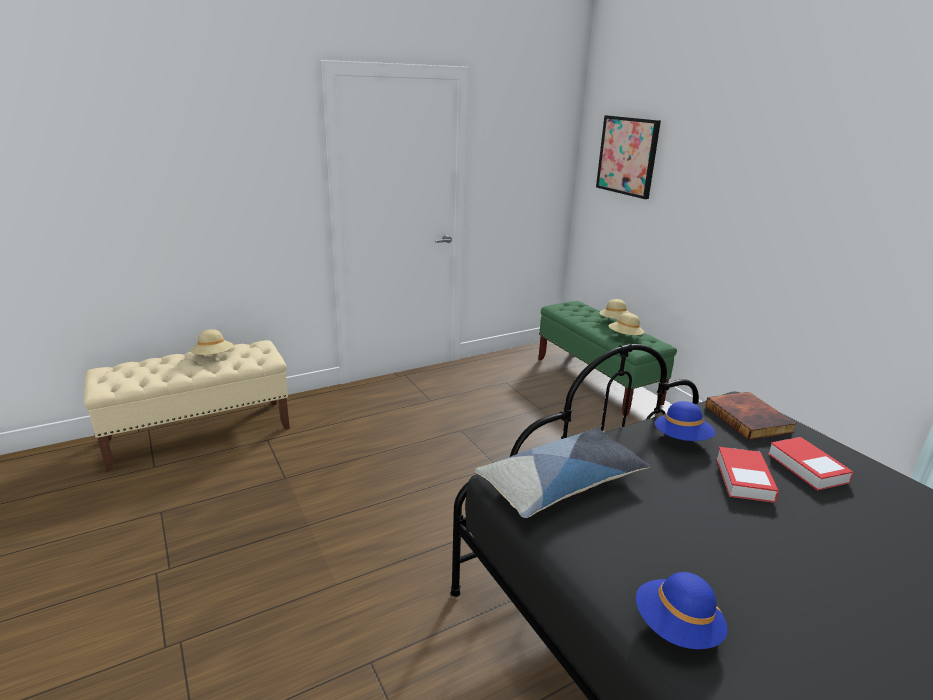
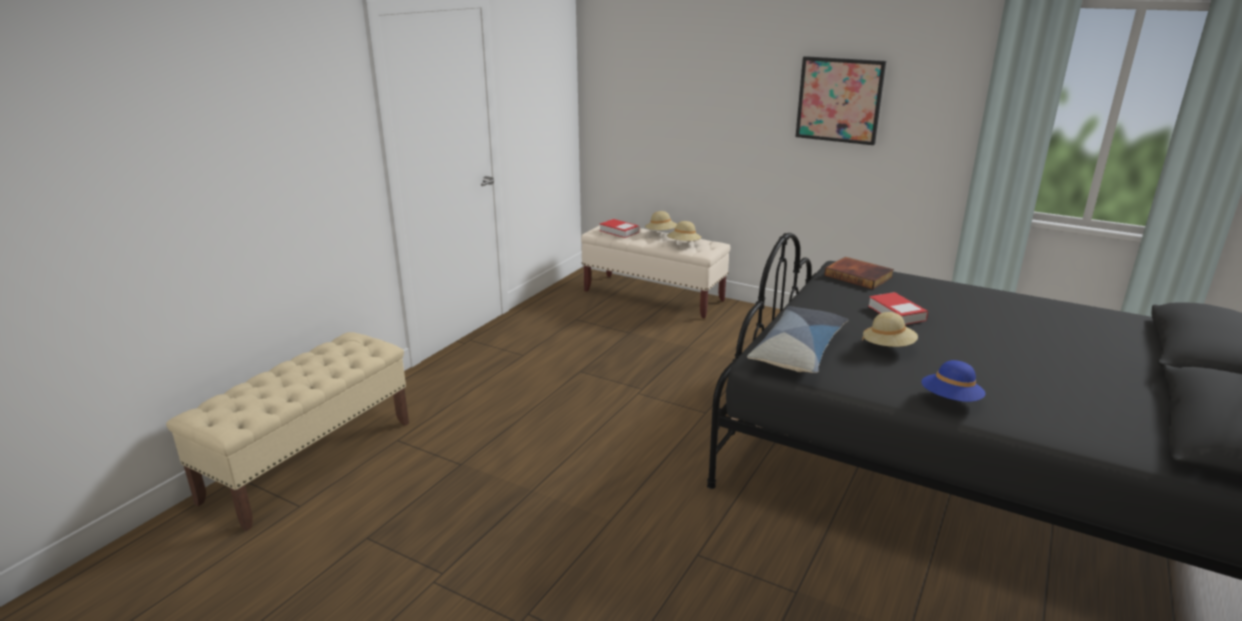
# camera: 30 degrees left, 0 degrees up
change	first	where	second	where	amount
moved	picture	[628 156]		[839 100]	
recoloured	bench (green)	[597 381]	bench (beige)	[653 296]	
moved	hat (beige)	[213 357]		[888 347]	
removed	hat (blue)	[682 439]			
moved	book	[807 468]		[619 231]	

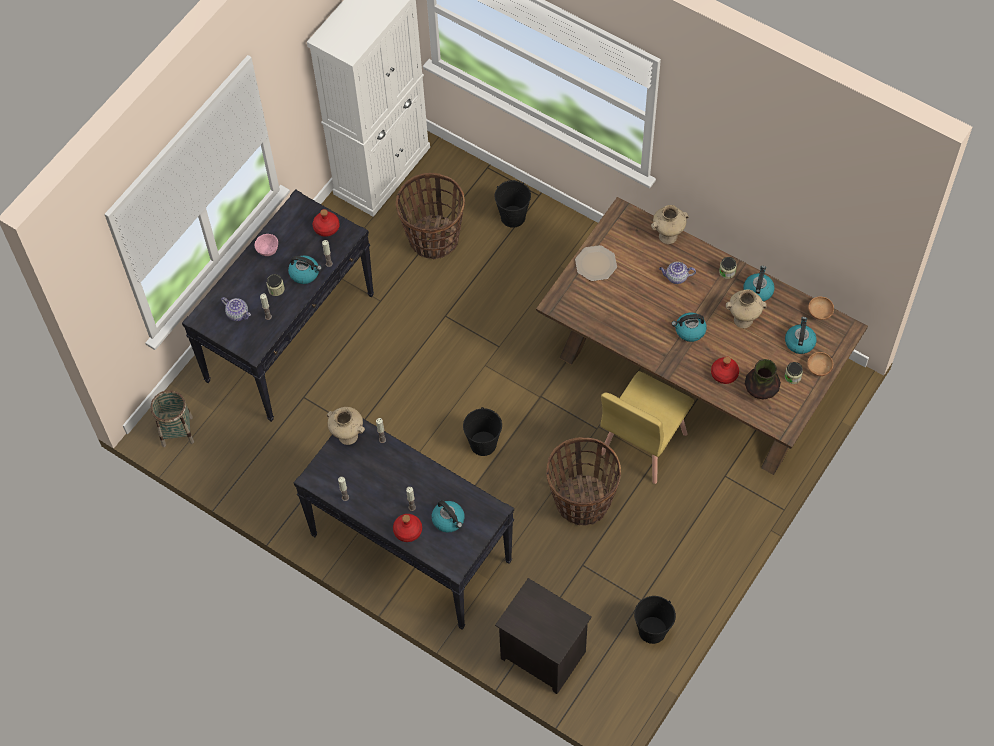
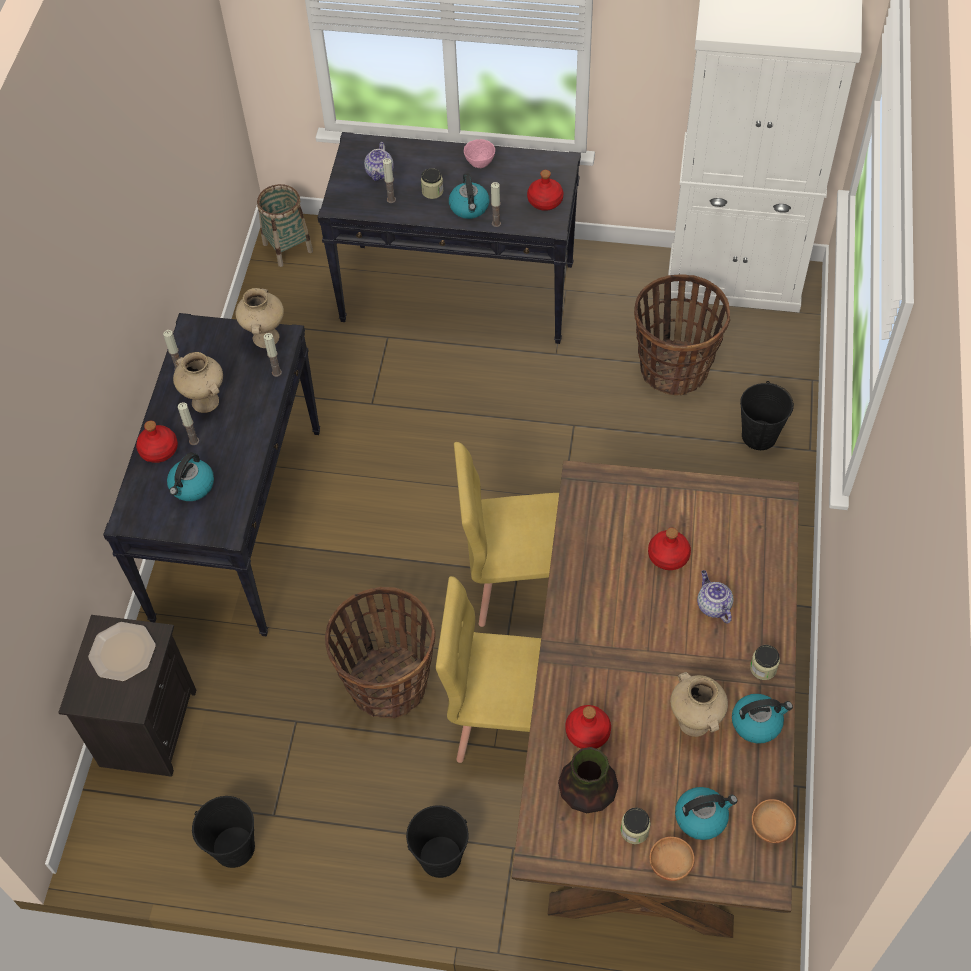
# camera: 65 degrees right, 5 degrees down
change	first	where	second	where	amount
moved	vase (beige)	[668 235]		[206 401]	
moved	plate	[595 264]		[122 651]	
removed	kettle	[689 331]			
moved	bucket (black)	[483 444]		[440 857]	
added			chair (yellow)	[519 582]	
added			bottle (red)	[668 556]	

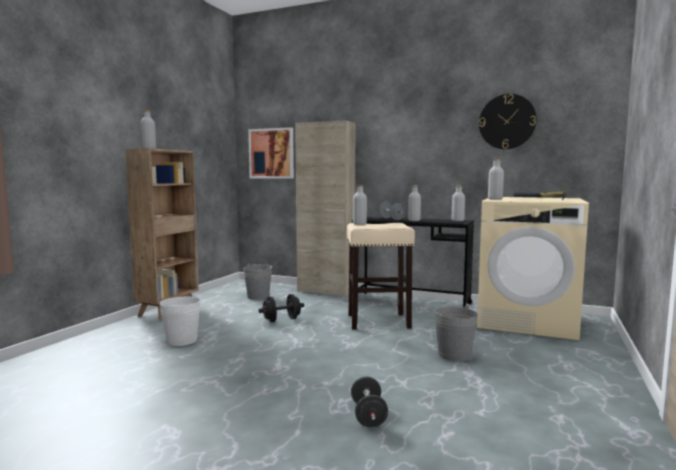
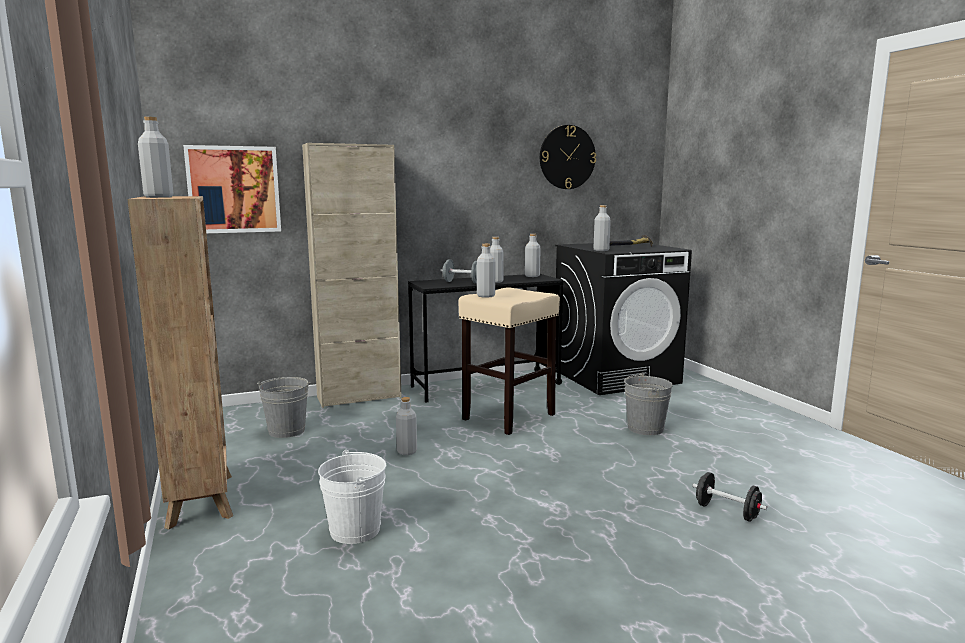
# camera: 45 degrees left, 5 degrees up
change	first	where	second	where	amount
recoloured	washing machine (beige)	[527 321]	washing machine (black)	[616 376]	
replaced	dumbbell (black)	[282 320]	bottle (grey)	[407 451]	

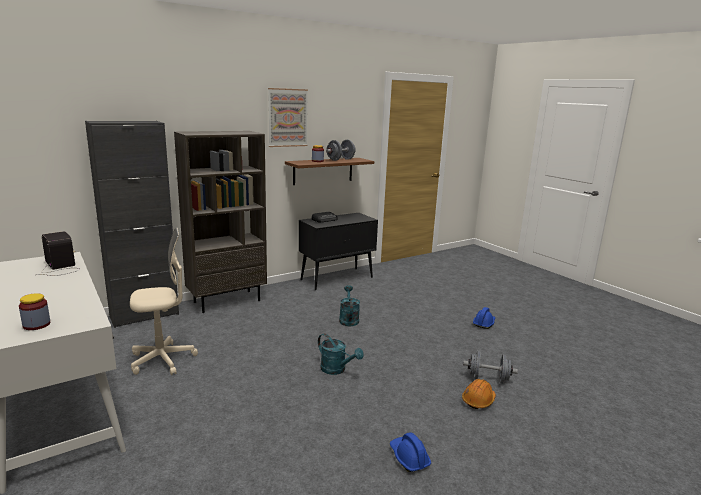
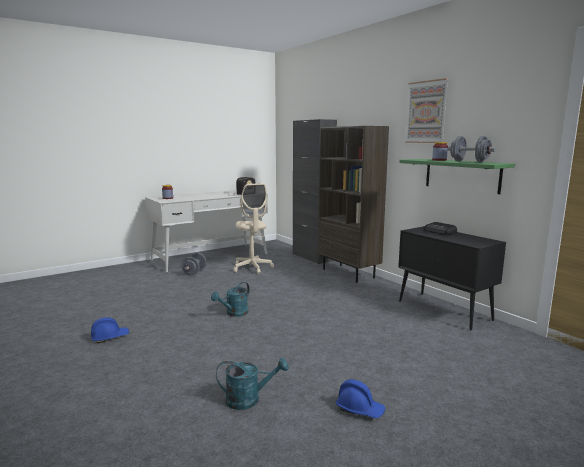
# camera: 90 degrees right, 5 degrees down
change	first	where	second	where	amount
recoloured	shelf (brown)	[323 171]	shelf (green)	[461 175]	
moved	watering can (turquoise)	[348 319]		[249 399]	
moved	dumbbell (grey)	[488 379]		[194 272]	
removed	hard hat (orange)	[478 400]			

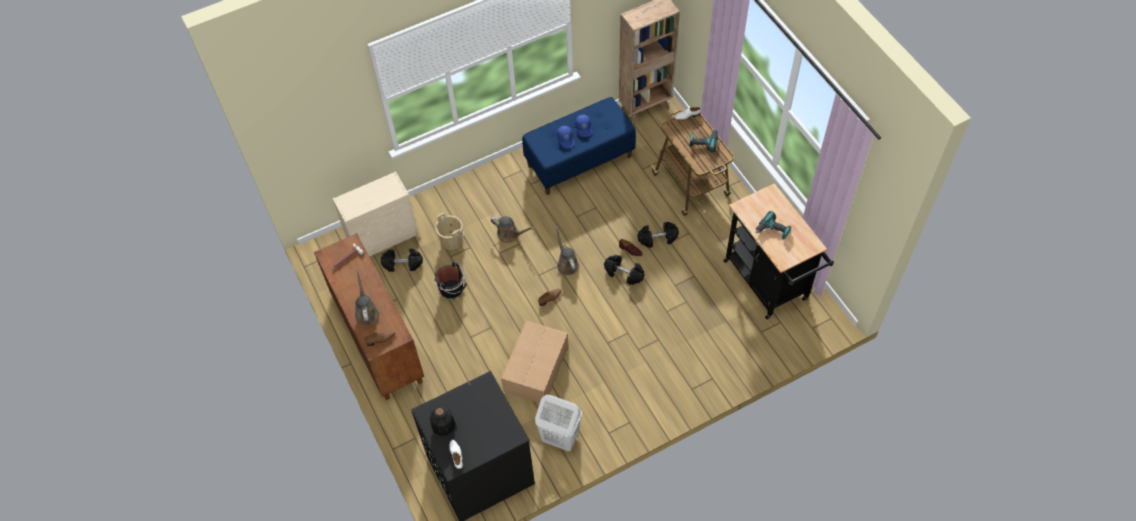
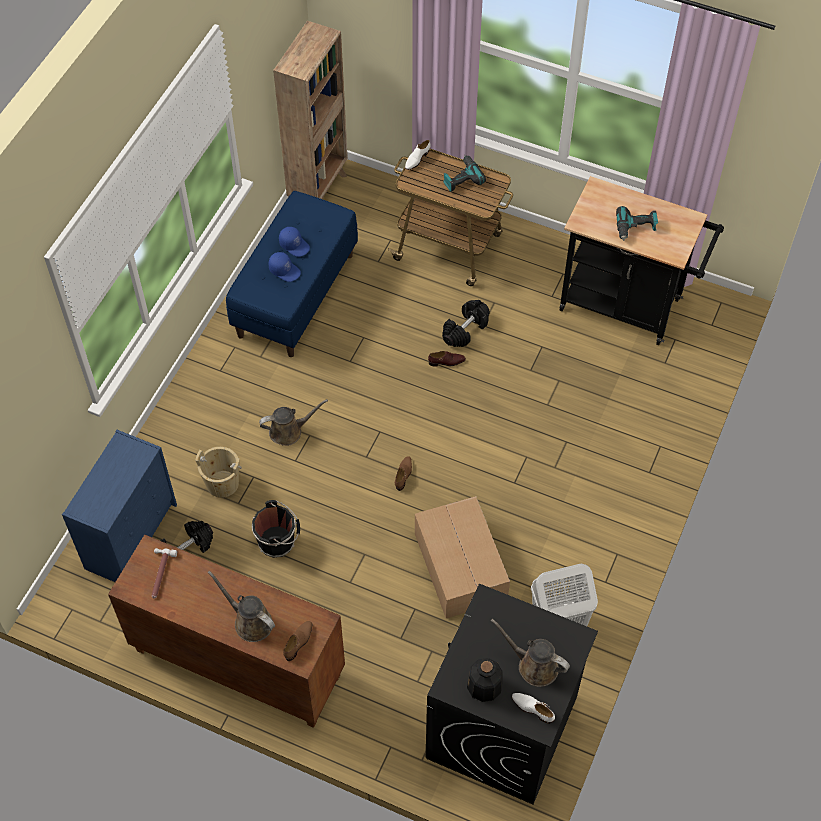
# camera: 40 degrees left, 0 degrees up
change	first	where	second	where	amount
recoloured	dresser (beige)	[384 238]	dresser (blue)	[132 535]	
moved	watering can (brown)	[566 263]		[534 665]	
removed	dumbbell (black)	[623 274]			

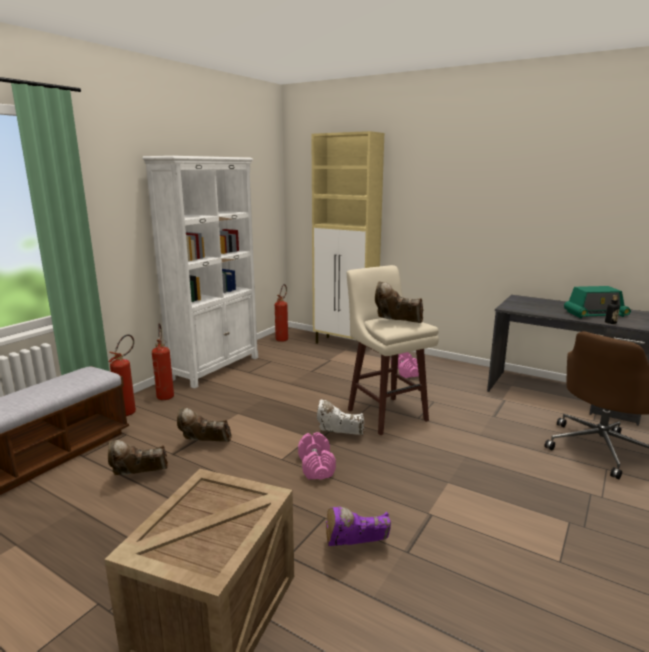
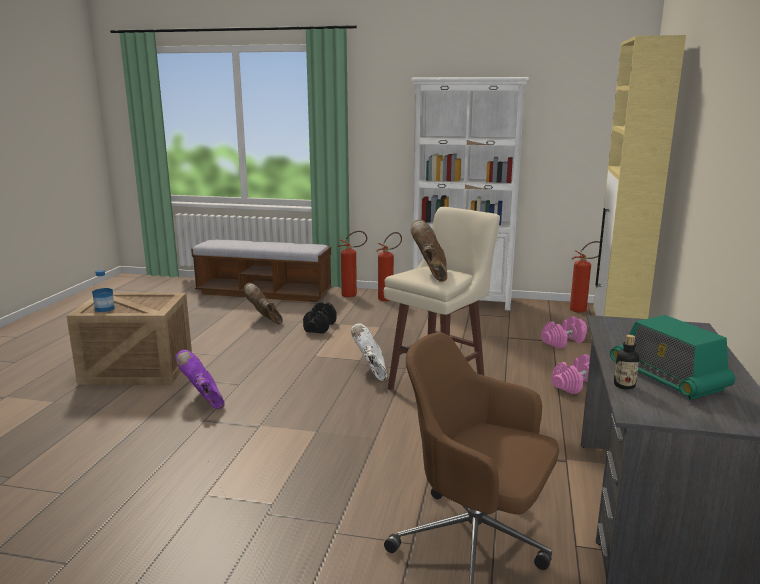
# camera: 70 degrees right, 0 degrees up
change	first	where	second	where	amount
replaced	boot (brown)	[204 444]	dumbbell (black)	[320 327]	
moved	dumbbell (pink)	[316 466]		[563 342]	
added			bottle	[104 309]	

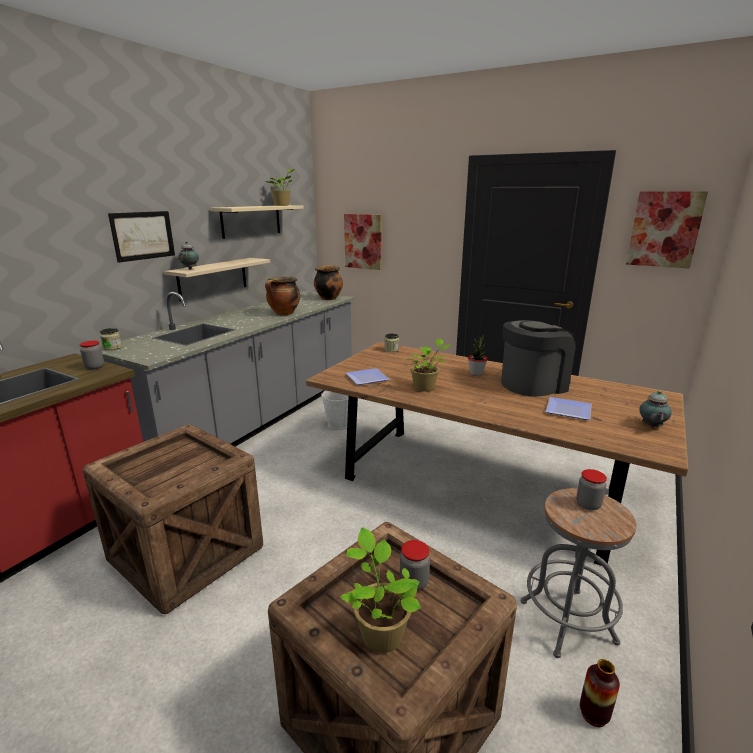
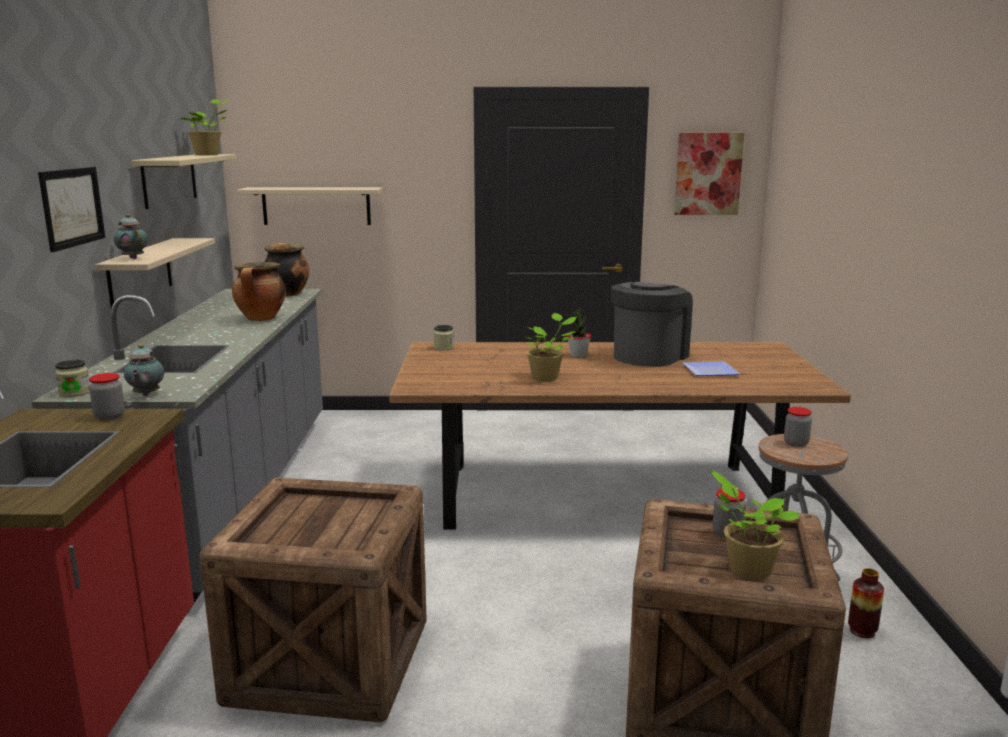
# camera: 30 degrees left, 5 degrees down
change	first	where	second	where	amount
replaced	picture	[363 241]	shelf (beige)	[316 206]	
removed	plate	[367 378]			
removed	bucket (white)	[338 425]			
moved	teapot	[651 427]		[146 395]	

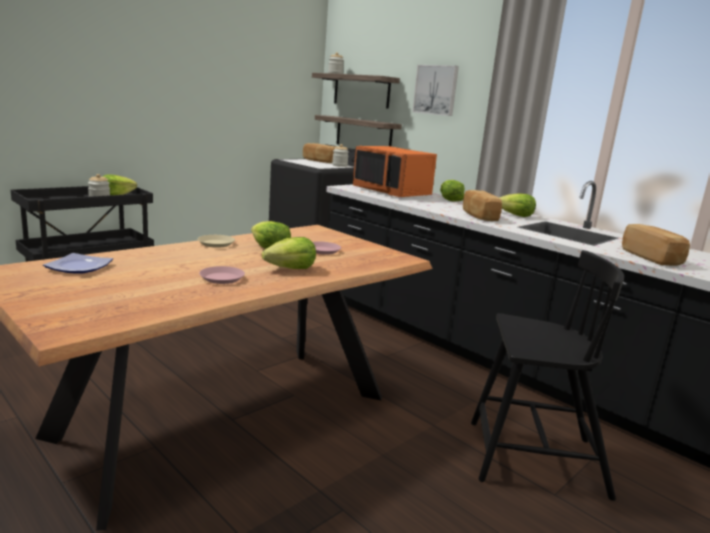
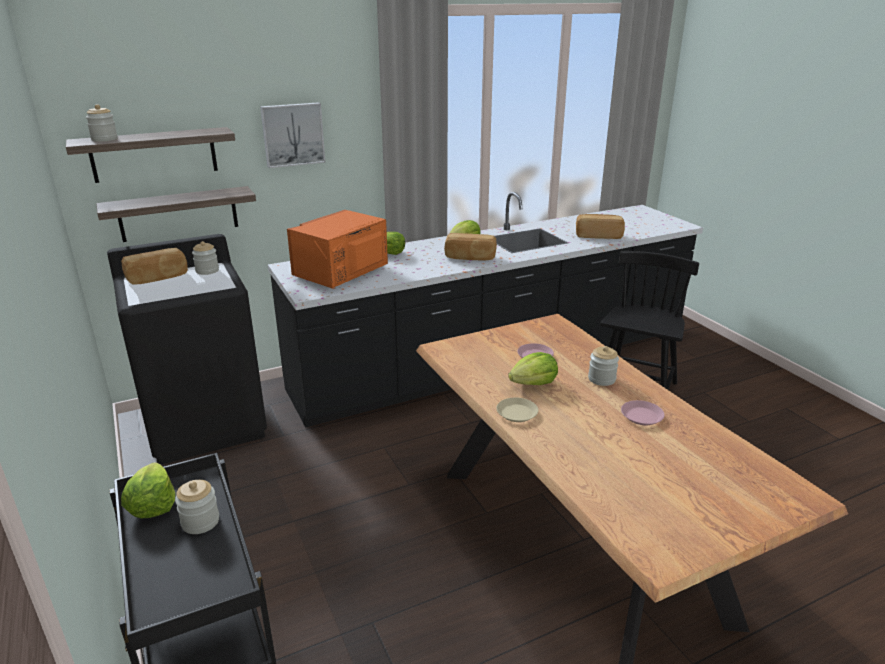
# camera: 70 degrees left, 10 degrees up
change	first	where	second	where	amount
turned	microwave (orange)	[392 192]		[341 272]	150 degrees clockwise
replaced	lettuce	[291 269]	jar	[601 379]	
removed	plate	[81 267]			

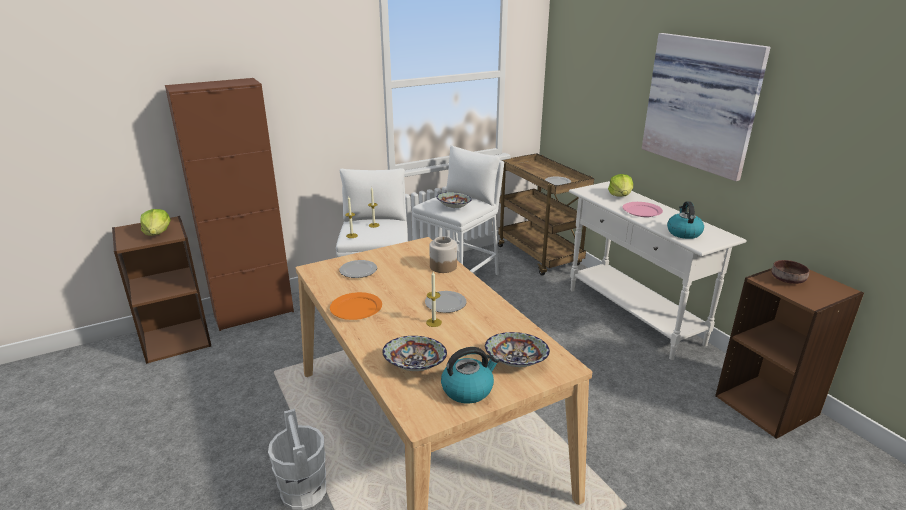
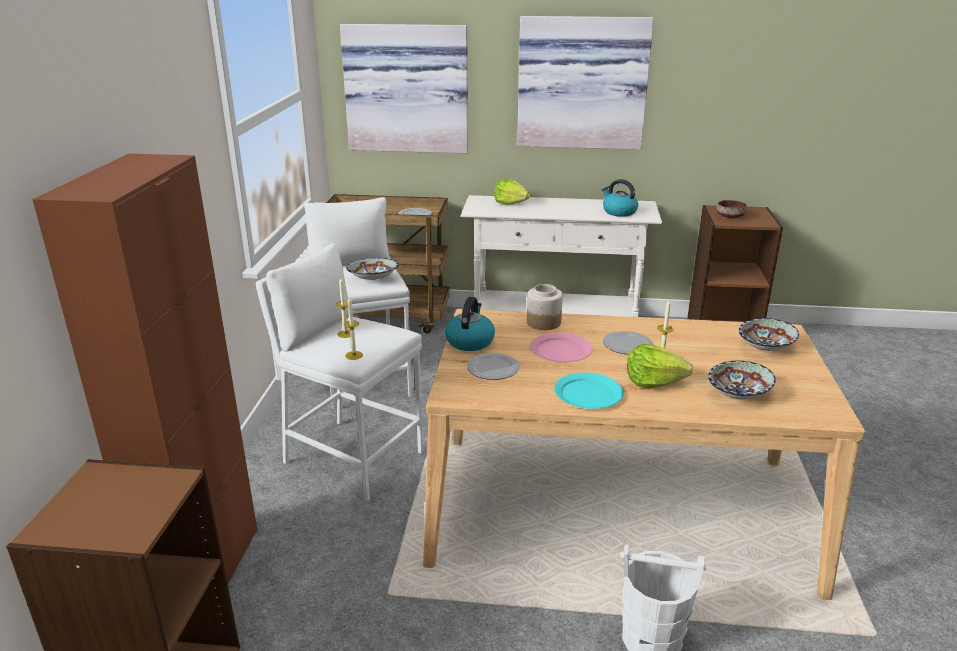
# camera: 55 degrees left, 0 degrees up
change	first	where	second	where	amount
moved	plate (pink)	[642 211]		[561 350]	
moved	lettuce	[157 233]		[653 381]	
recoloured	plate (orange)	[356 308]	plate (turquoise)	[588 394]	
moved	kettle	[468 389]		[470 341]	
added			picture	[407 88]	

